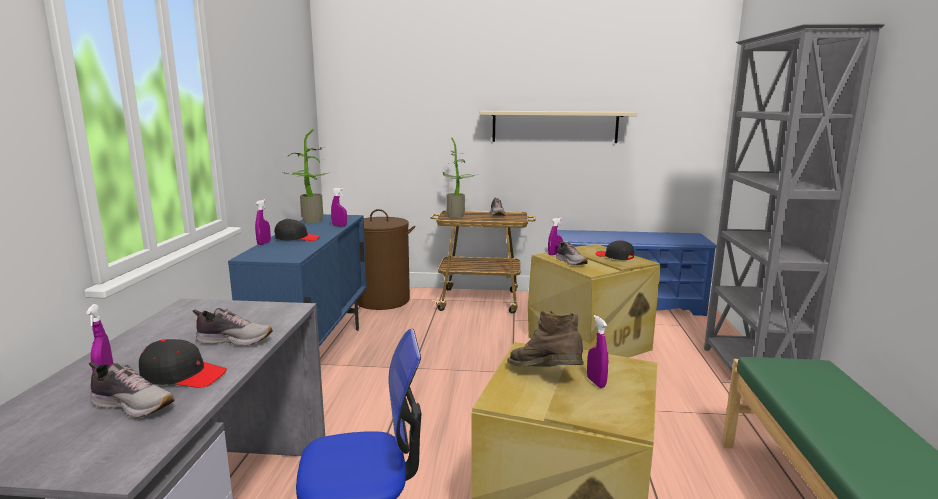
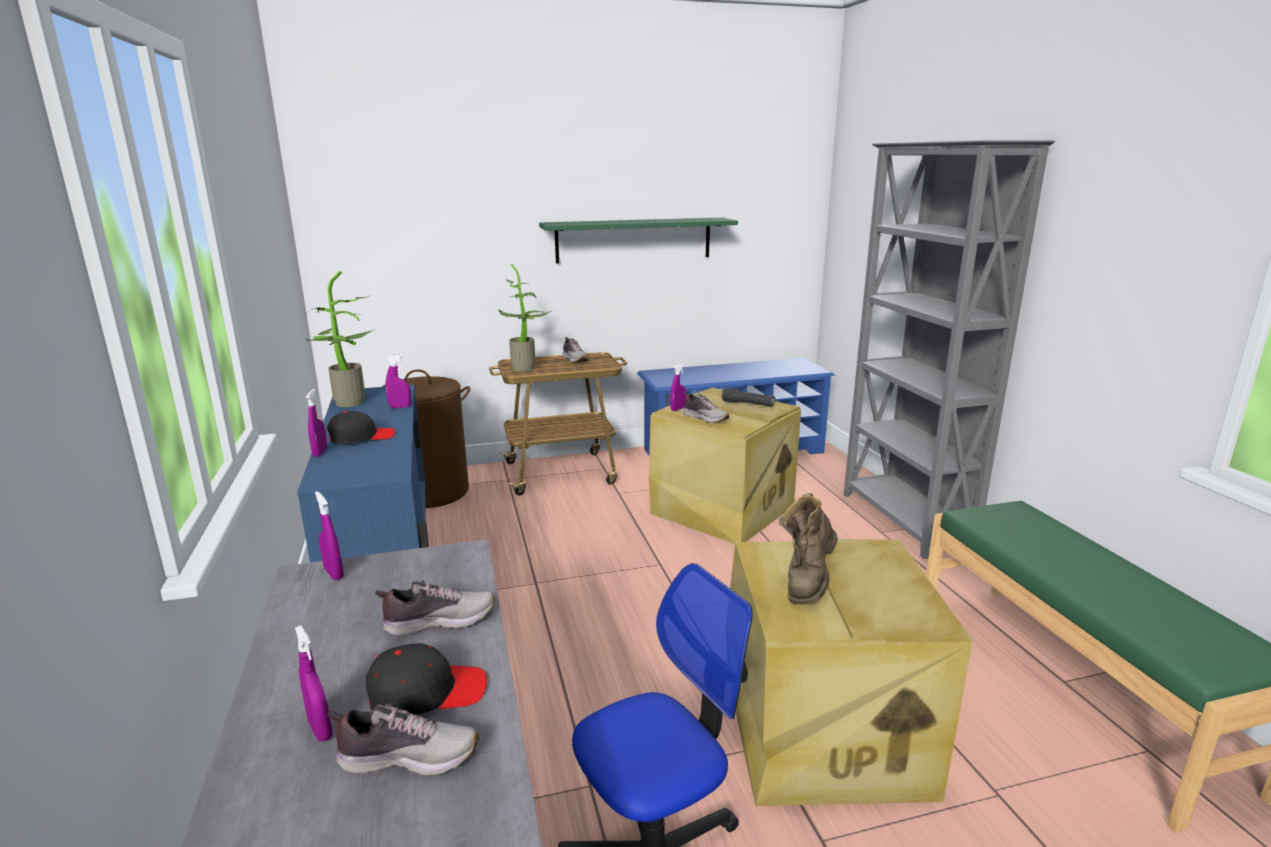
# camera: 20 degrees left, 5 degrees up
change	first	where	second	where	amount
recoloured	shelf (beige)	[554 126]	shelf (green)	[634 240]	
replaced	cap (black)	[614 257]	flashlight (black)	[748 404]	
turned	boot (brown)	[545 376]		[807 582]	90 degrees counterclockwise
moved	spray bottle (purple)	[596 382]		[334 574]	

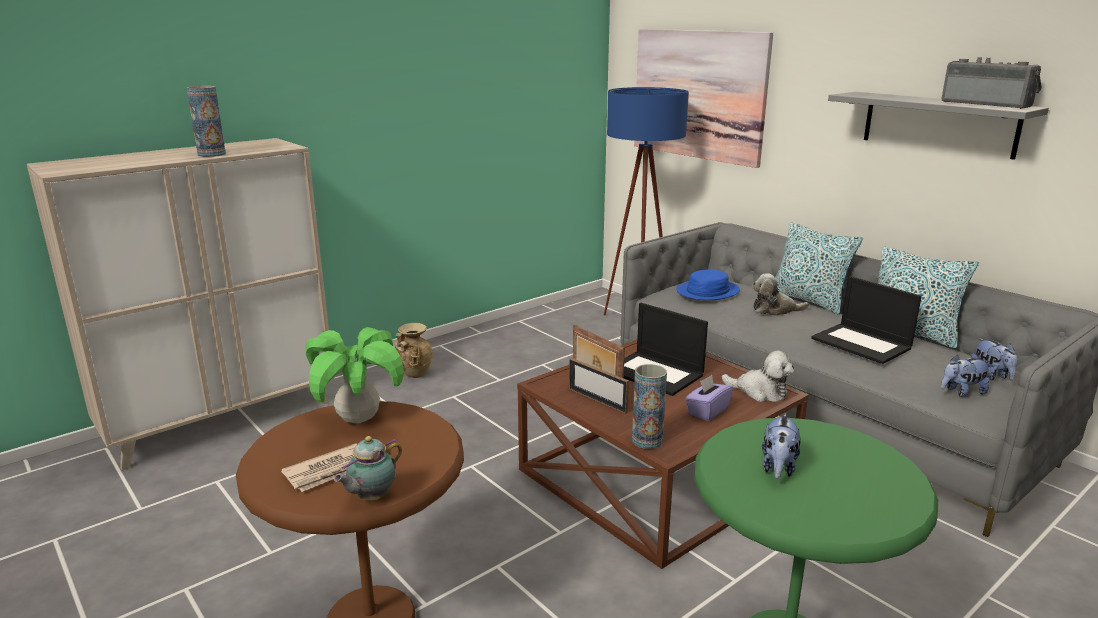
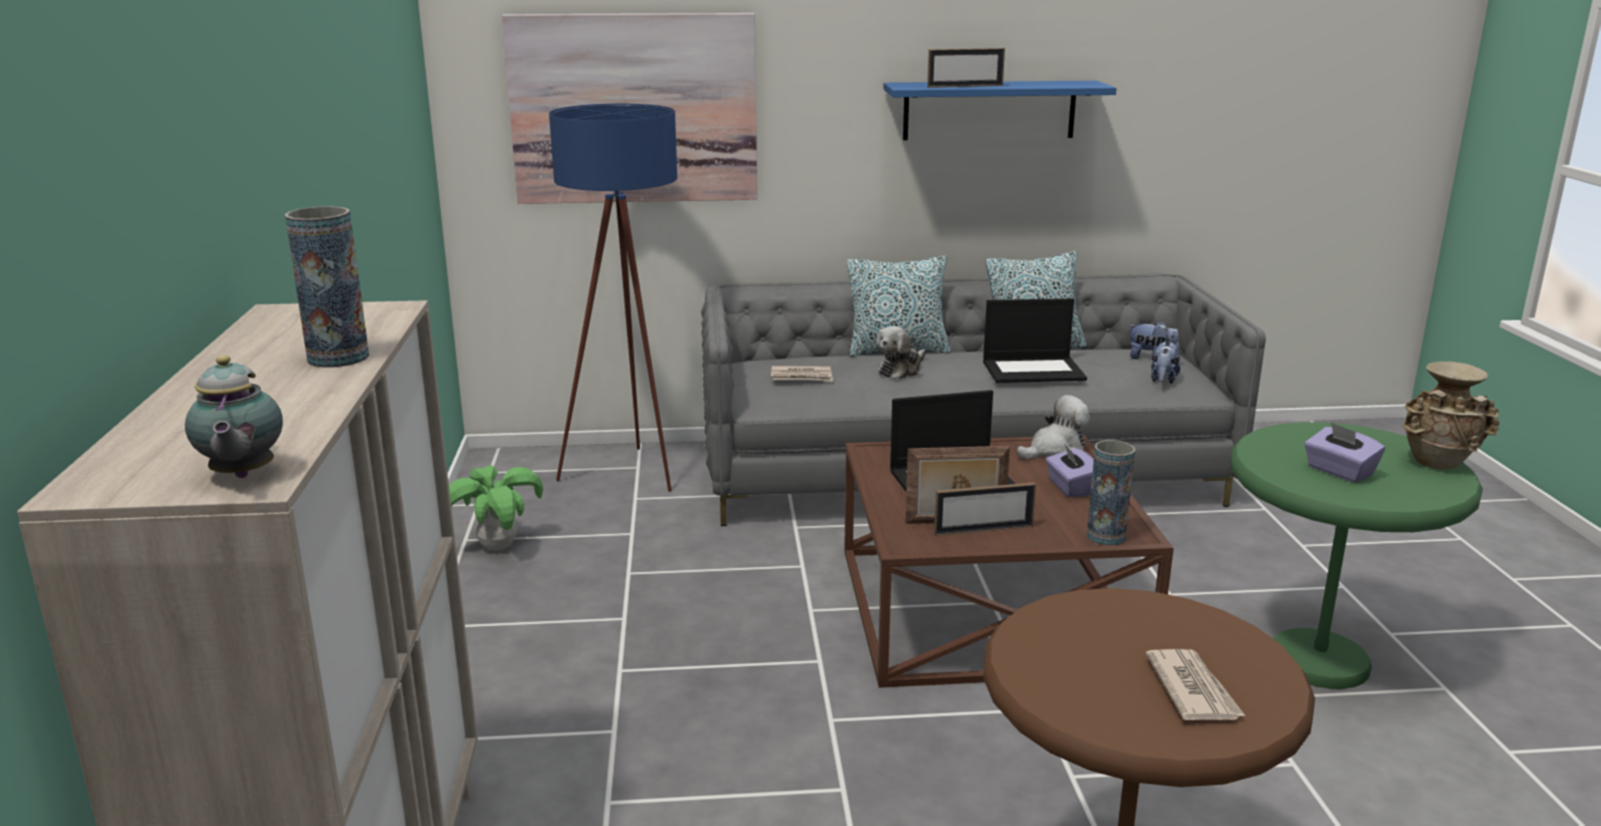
# camera: 55 degrees left, 0 degrees up
change	first	where	second	where	amount
removed	radio	[987 104]			
recoloured	shelf (grey)	[939 124]	shelf (blue)	[989 110]	
replaced	hat (blue)	[708 291]	newspaper	[802 377]	
moved	vase (beige)	[414 374]		[1438 464]	
moved	potted plant	[358 419]		[498 547]	
replaced	plush toy	[778 468]	tissue box (purple)	[1339 472]	
moved	teapot	[371 498]		[241 475]	
added			picture frame	[965 86]	

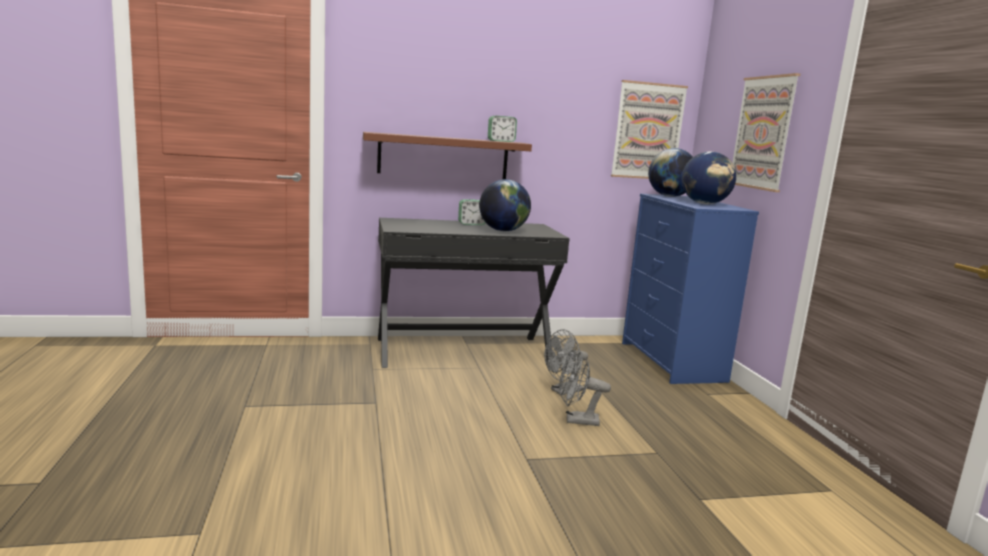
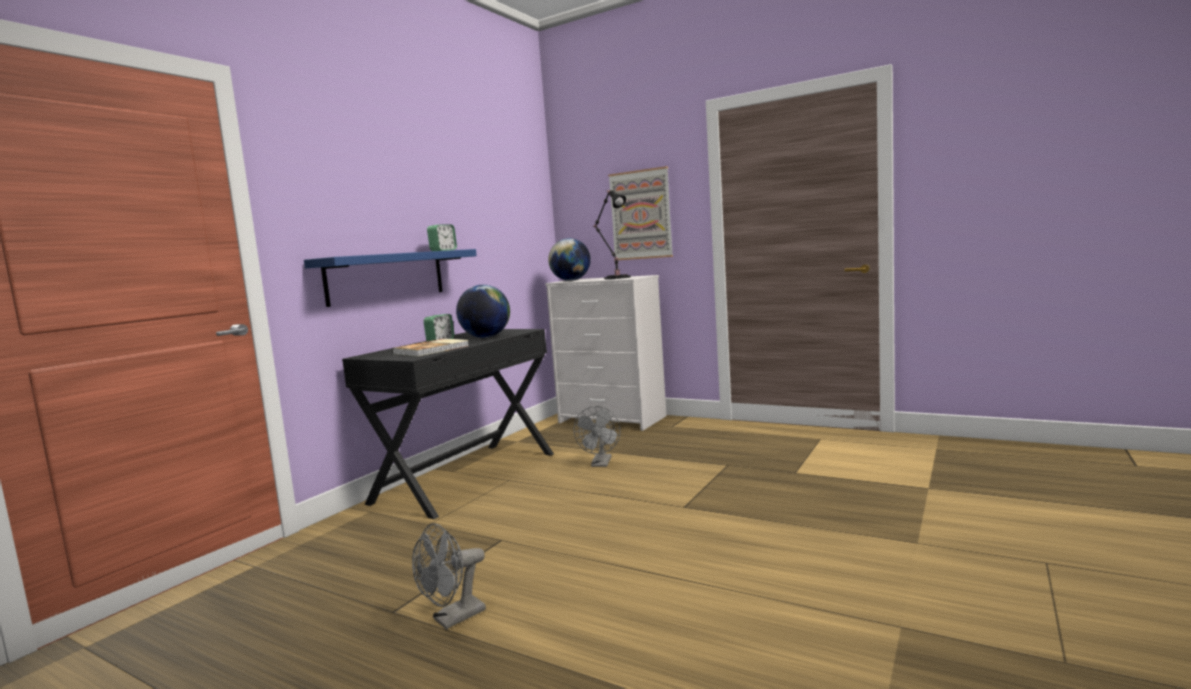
# camera: 45 degrees left, 5 degrees down
change	first	where	second	where	amount
removed	picture	[648 131]			
recoloured	shelf (brown)	[443 157]	shelf (blue)	[386 277]	
replaced	globe	[705 203]	table lamp (black)	[616 278]	
recoloured	dresser (blue)	[672 362]	dresser (white)	[613 419]	
moved	fan (grey)	[576 420]		[453 619]	
added			book	[432 350]	

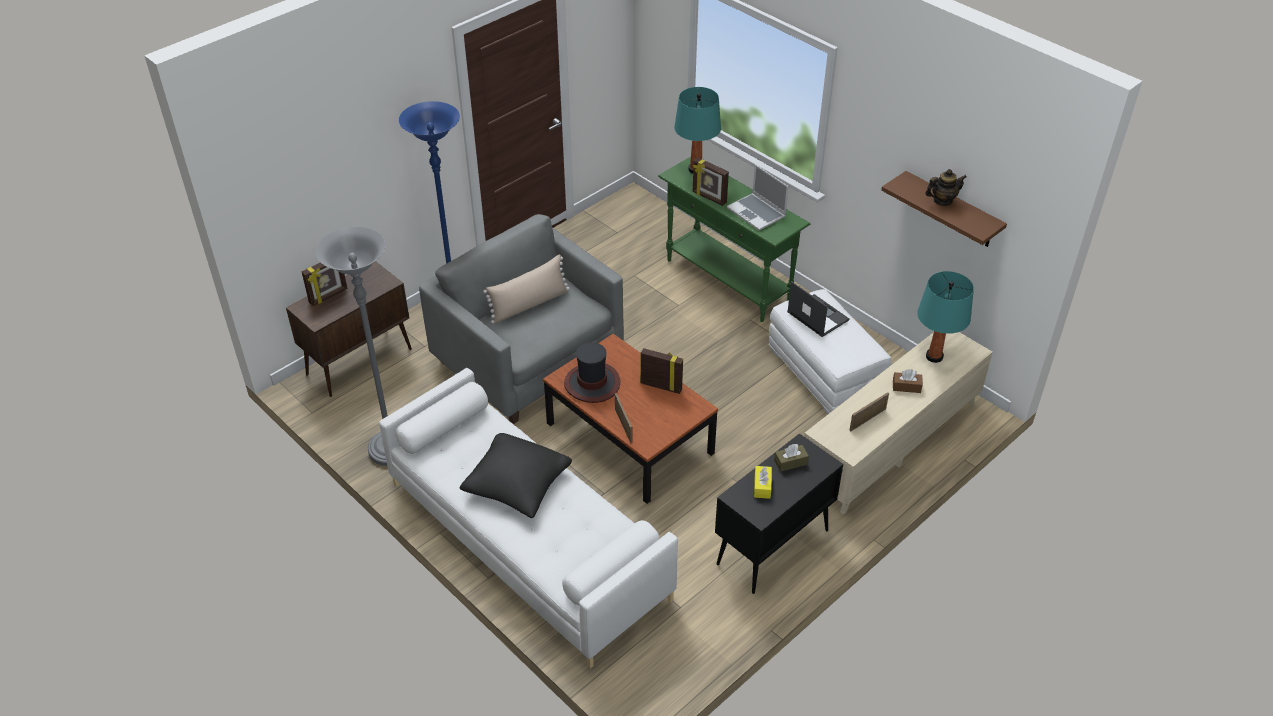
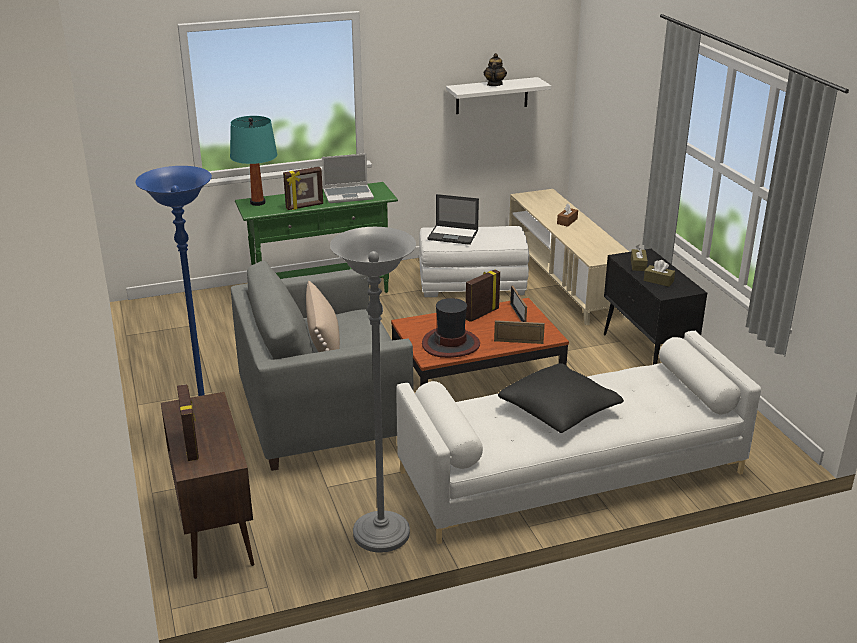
# camera: 65 degrees left, 15 degrees down
change	first	where	second	where	amount
recoloured	shelf (brown)	[952 210]	shelf (white)	[492 95]	
removed	table lamp (turquoise)	[934 356]			
turned	laptop	[817 316]		[453 235]	150 degrees counterclockwise
moved	picture frame	[867 419]		[518 315]	
recoloured	tissue box (yellow)	[762 486]	tissue box (brown)	[658 281]	

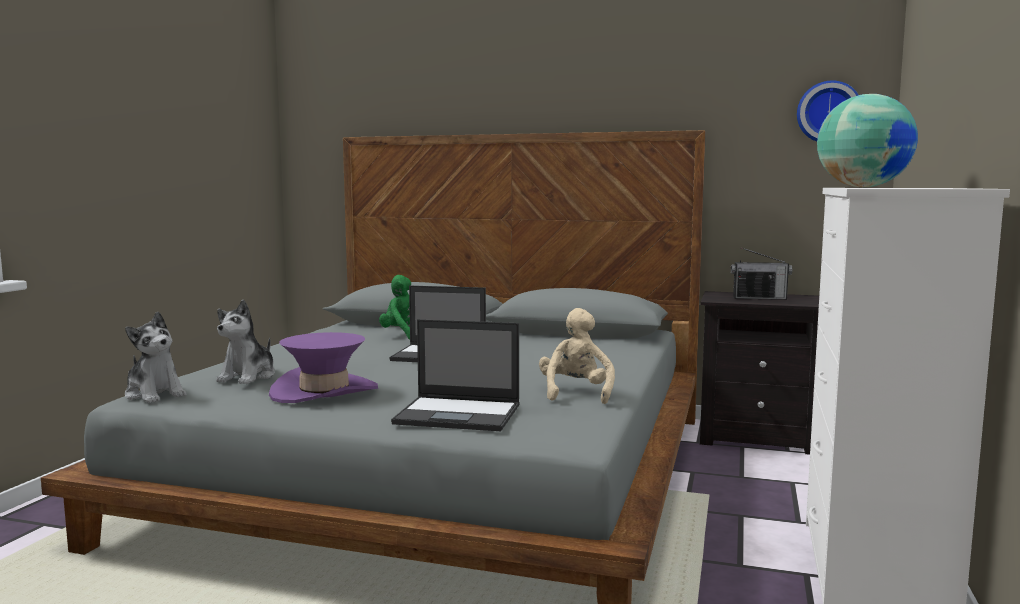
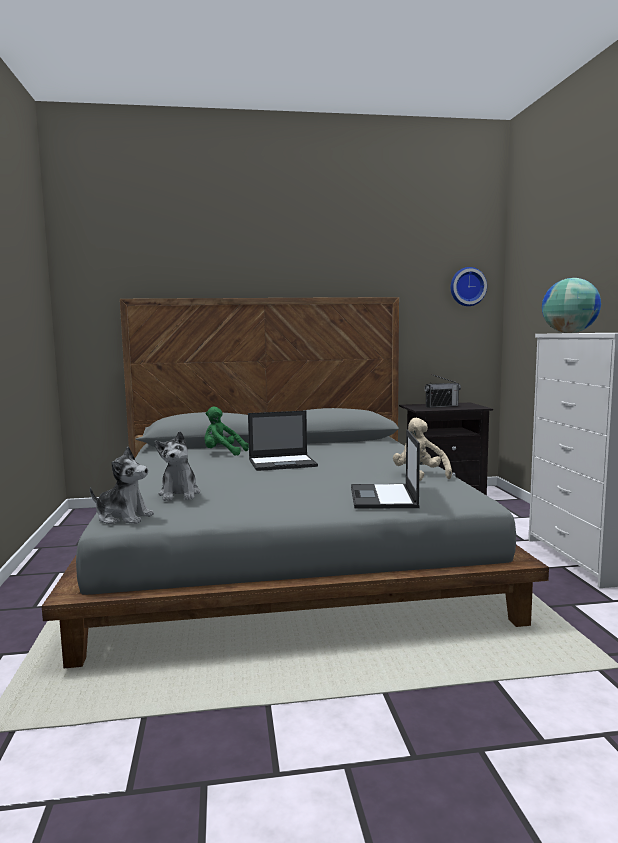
# camera: 25 degrees left, 0 degrees up
change	first	where	second	where	amount
turned	laptop	[459 414]		[383 497]	105 degrees clockwise
removed	hat (purple)	[324 391]			

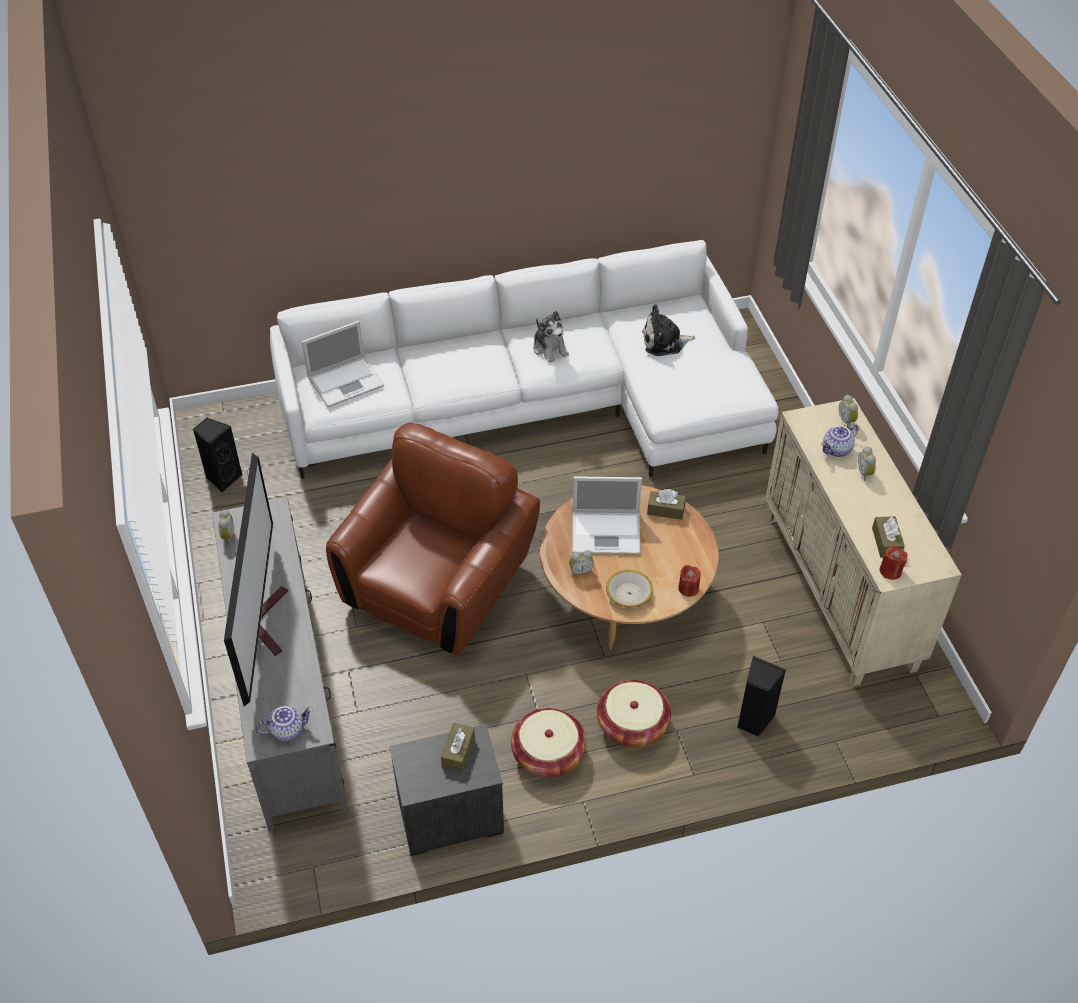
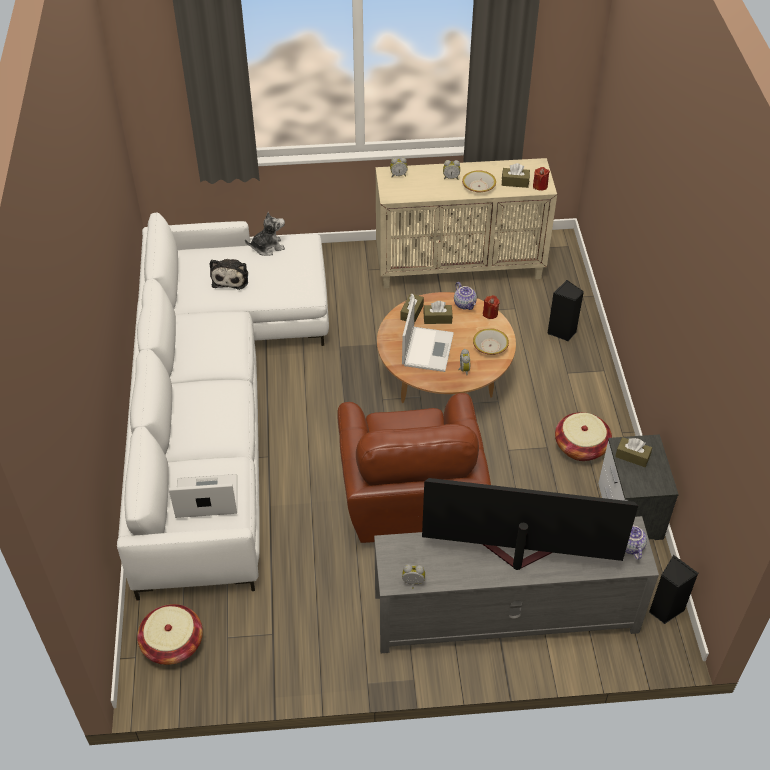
# camera: 80 degrees left, 0 degrees up
change	first	where	second	where	amount
moved	plush toy	[550 349]		[267 247]	
turned	laptop	[347 381]		[205 497]	75 degrees counterclockwise
moved	speaker (black)	[223 478]		[664 609]	
turned	armchair (brown)	[438 586]		[410 496]	135 degrees counterclockwise
moved	teapot	[837 450]		[465 304]	
moved	basket	[632 725]		[173 643]	
added			bowl	[478 186]	
added			tissue box (brown)	[437 318]	

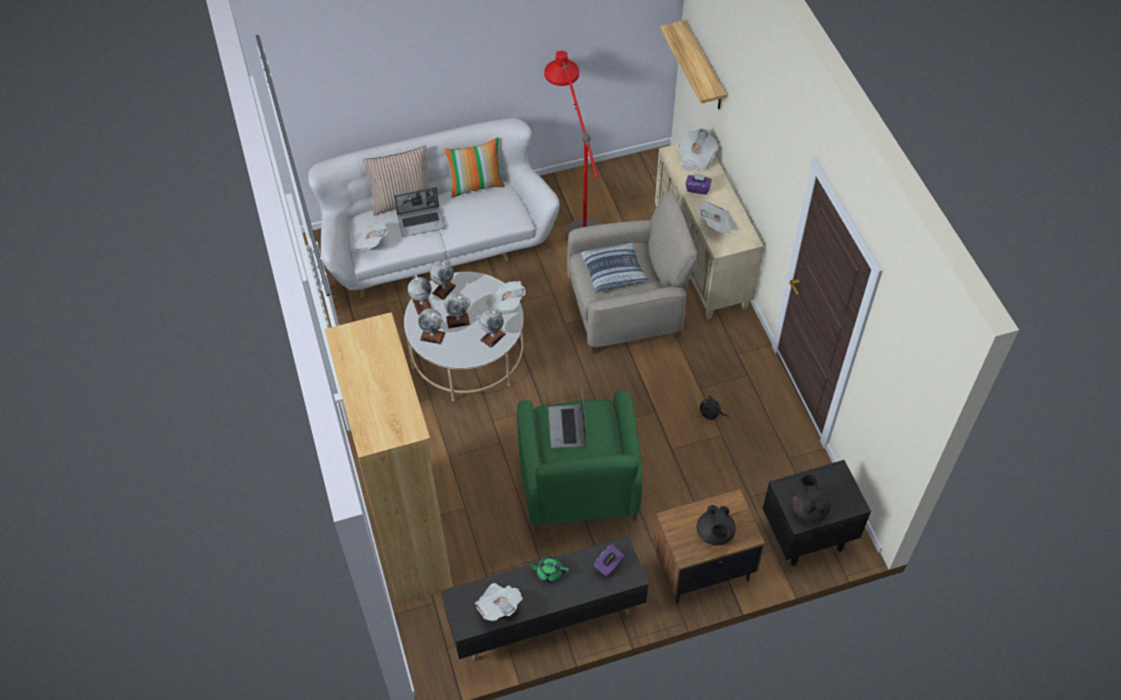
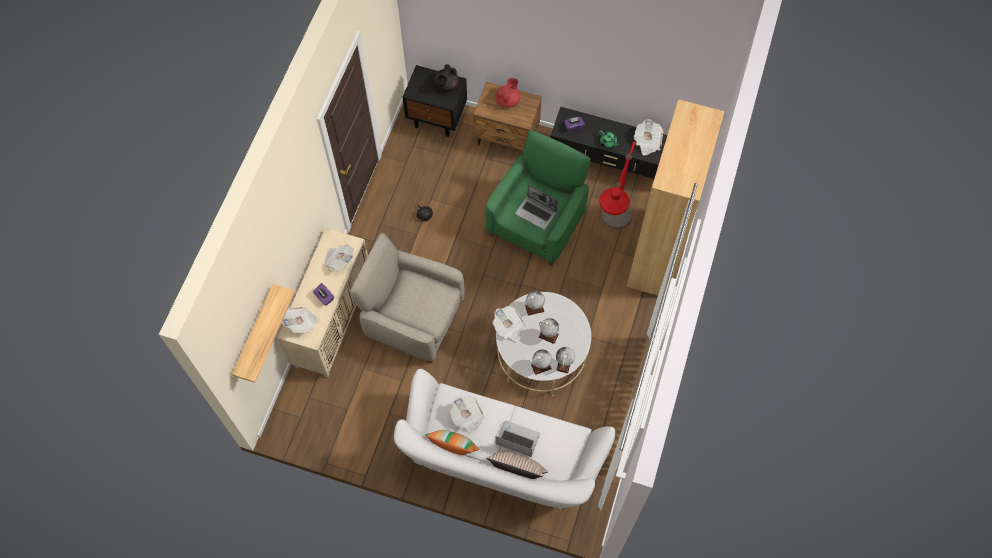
# camera: 145 degrees left, 10 degrees up
change	first	where	second	where	amount
moved	floor lamp (red)	[576 214]		[610 234]	
moved	newspaper	[370 243]		[467 418]	
removed	pillow	[614 272]			
removed	globe	[432 336]			
turned	laptop	[567 428]		[536 213]	90 degrees clockwise
recoloured	teapot (black)	[715 534]	teapot (red)	[508 100]	

